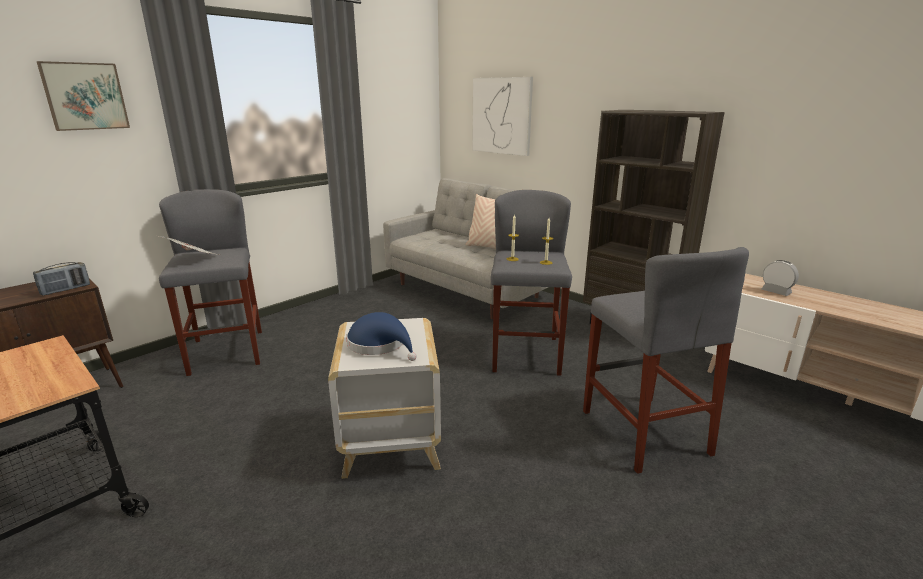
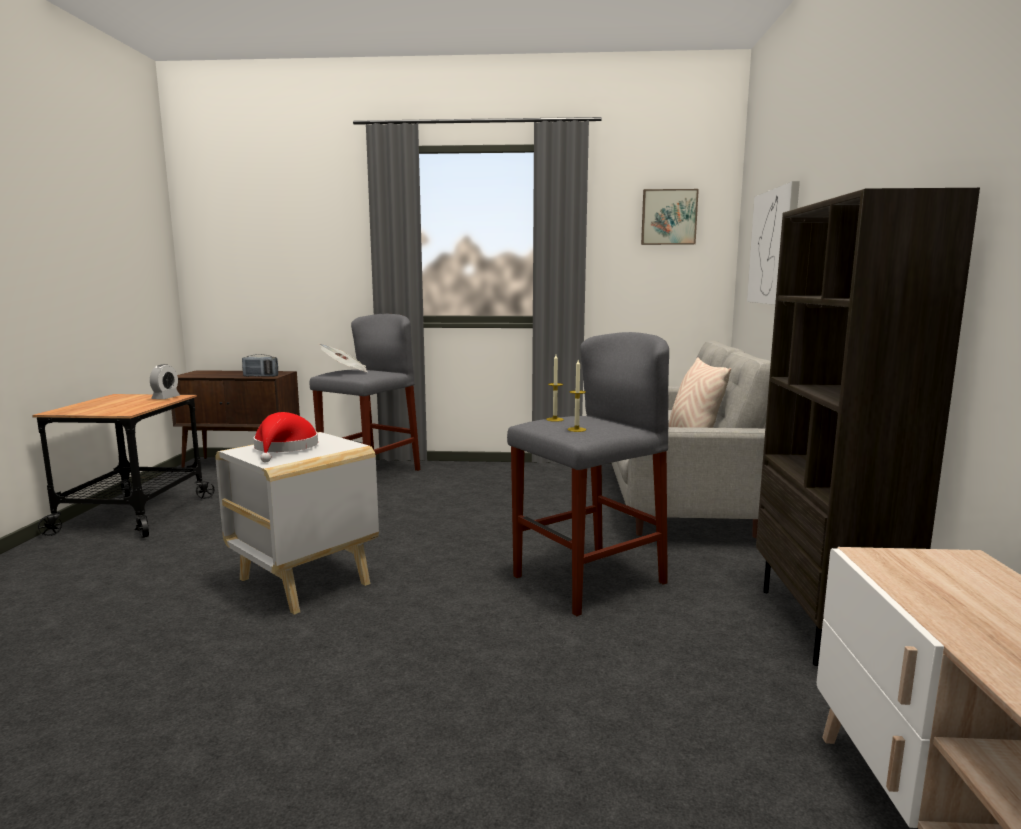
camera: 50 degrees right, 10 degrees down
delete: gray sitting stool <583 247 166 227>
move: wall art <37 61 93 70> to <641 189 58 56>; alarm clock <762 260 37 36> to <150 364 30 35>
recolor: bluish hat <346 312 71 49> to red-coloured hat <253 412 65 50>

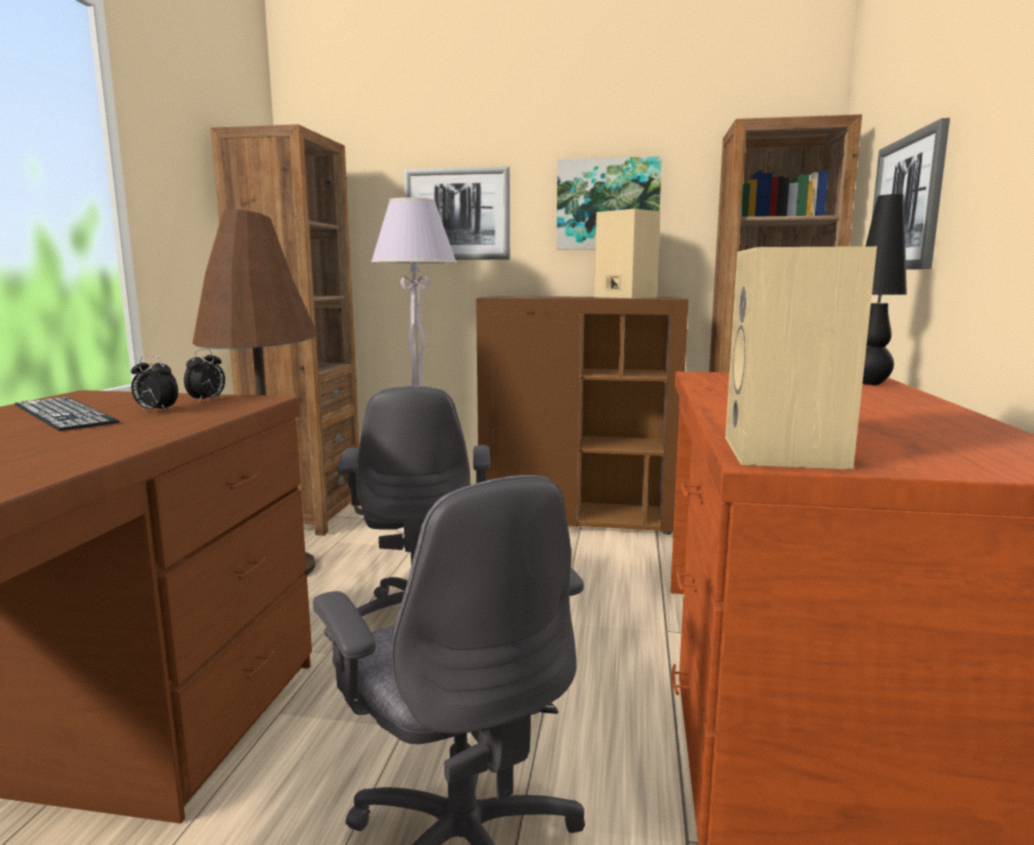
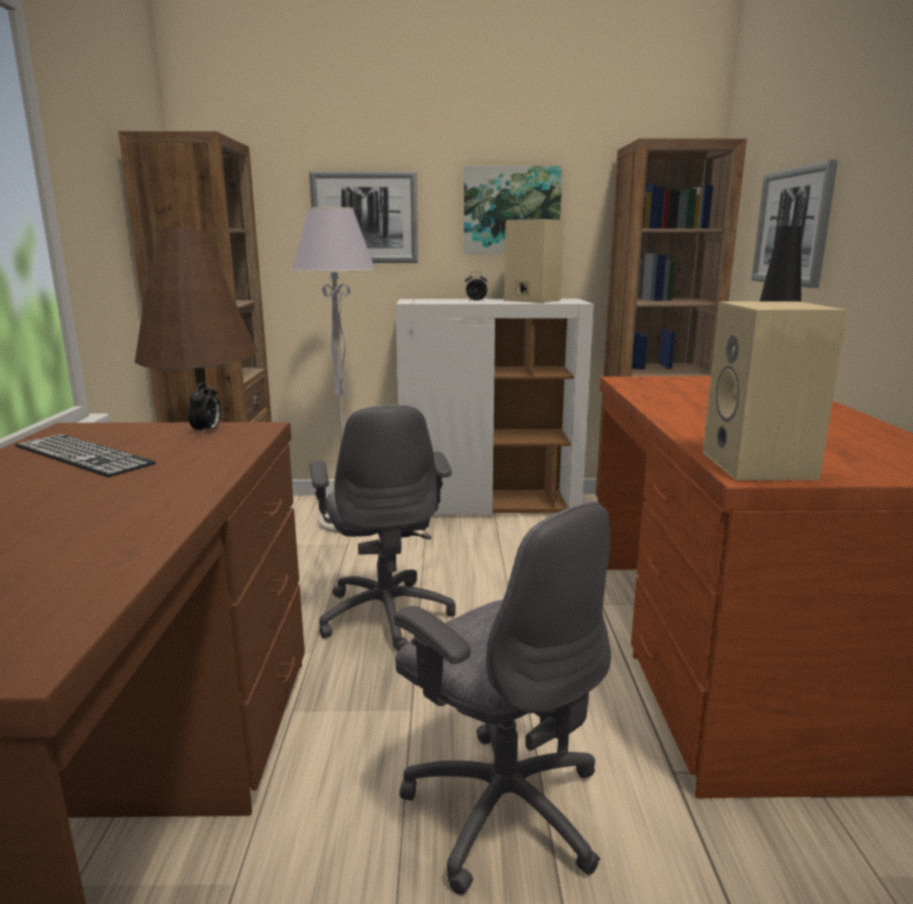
camera: 10 degrees left, 5 degrees up
move: alarm clock <131 355 47 57> to <465 272 22 30>
recolor: brown cabinet <476 296 213 239> to whitish cabinet <395 299 199 215>

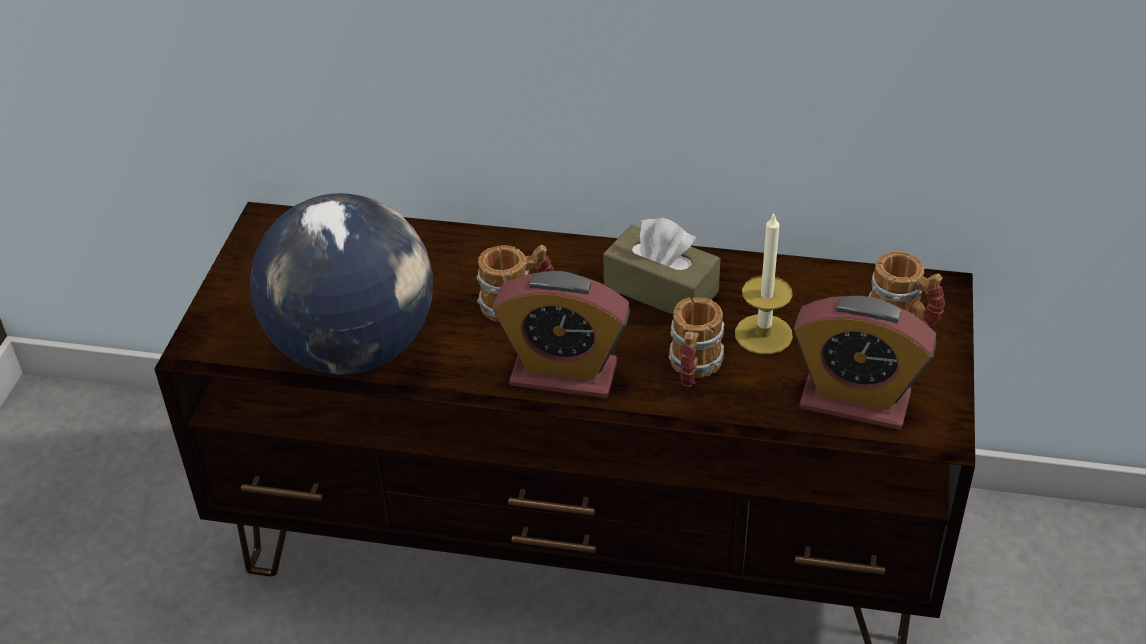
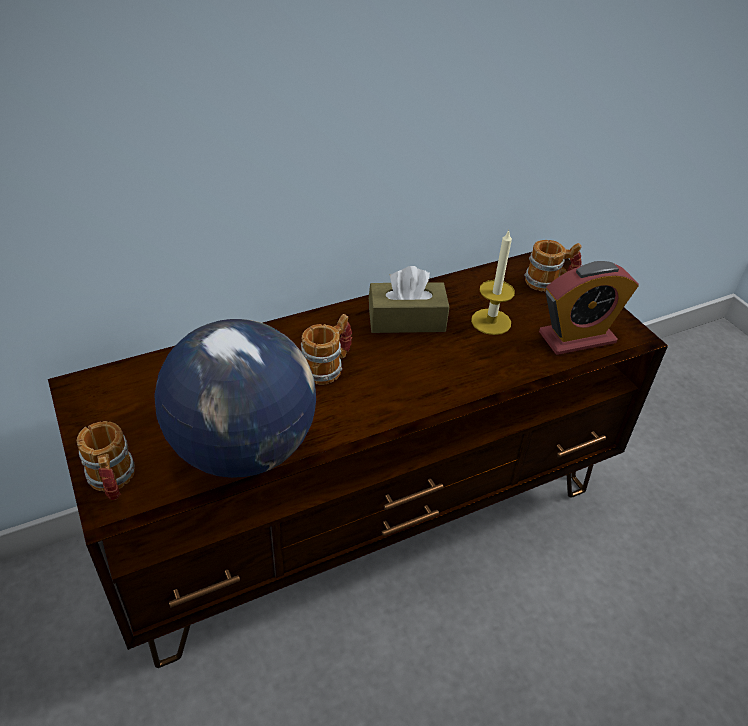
camera: 40 degrees left, 0 degrees up
delete: alarm clock <493 271 137 127>
move: mug <669 297 55 90> to <77 421 58 79>

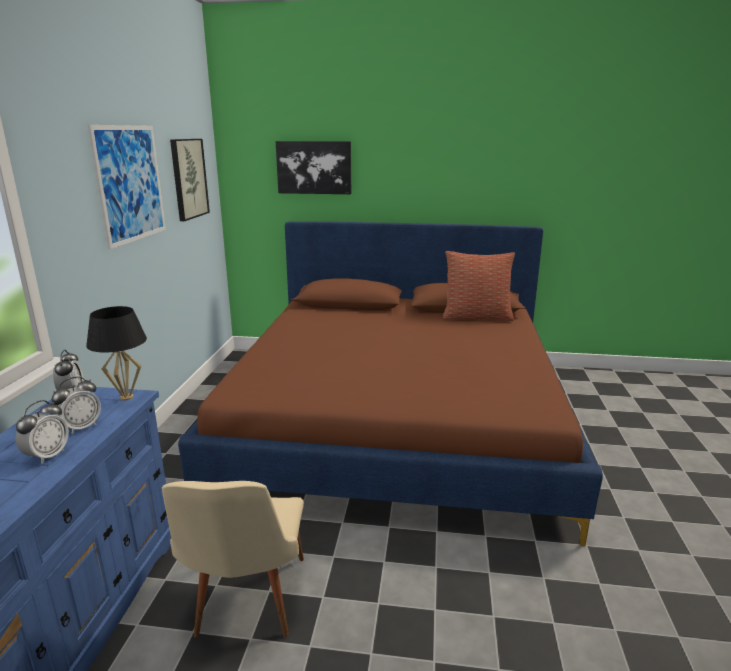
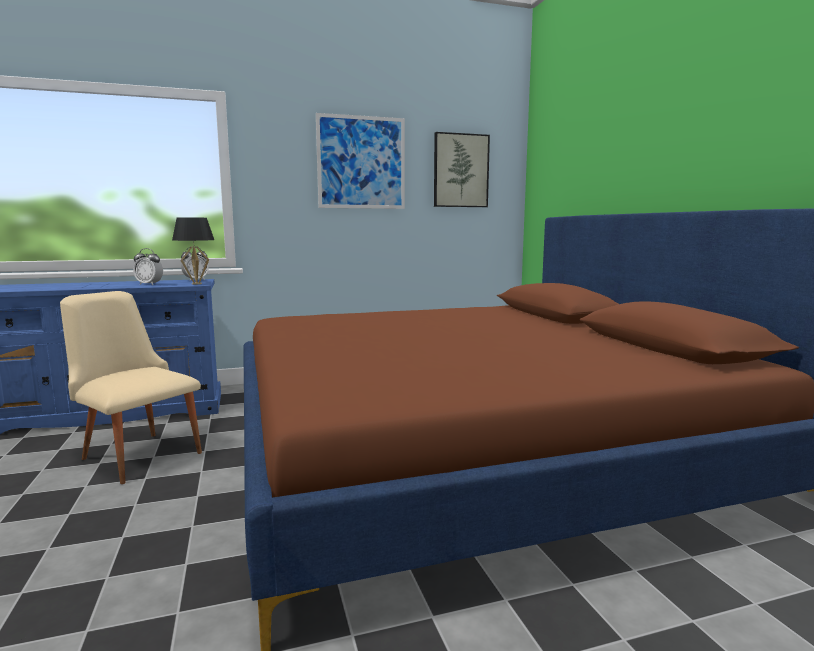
camera: 65 degrees right, 10 degrees down
delete: wall art <276 141 75 53>; throw pillow <443 251 72 70>; alarm clock <16 400 53 64>
rotate: sand-coloured upright chair <162 481 142 157> = <60 291 142 193> 60 degrees clockwise

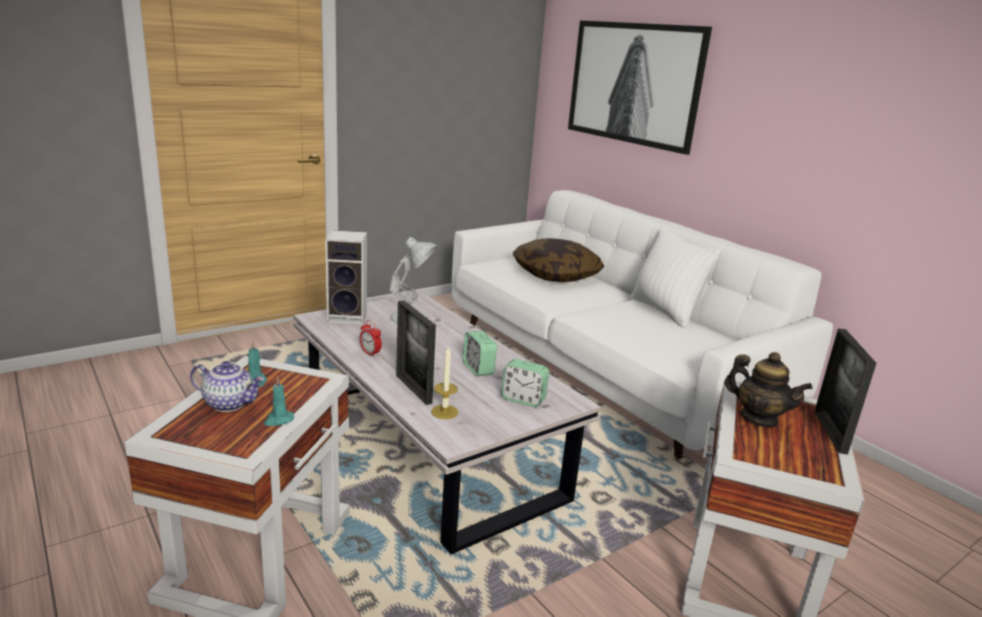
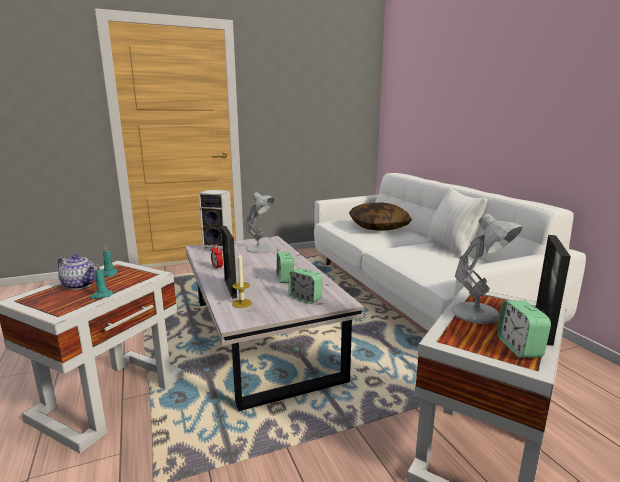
camera: 15 degrees right, 5 degrees down
delete: wall art <568 20 144 135>
insert: alarm clock <497 300 54 58>
replace: tea pot <724 352 89 75> to whitish table lamp <452 214 71 110>

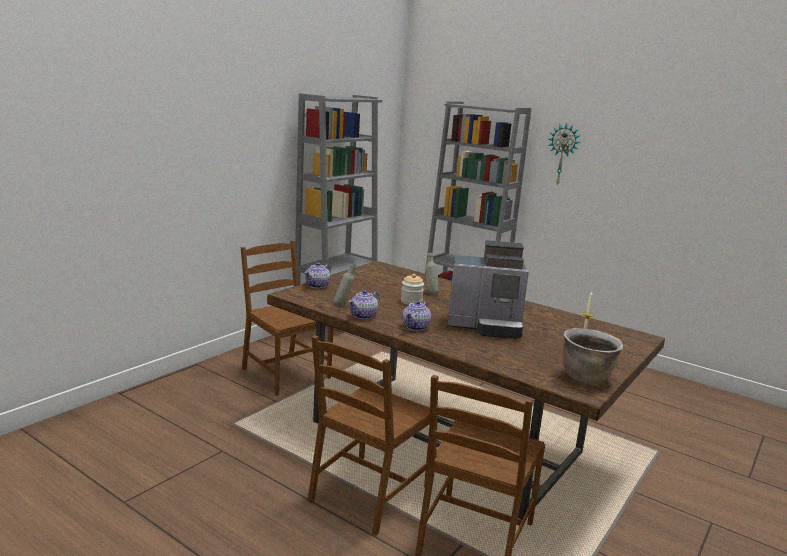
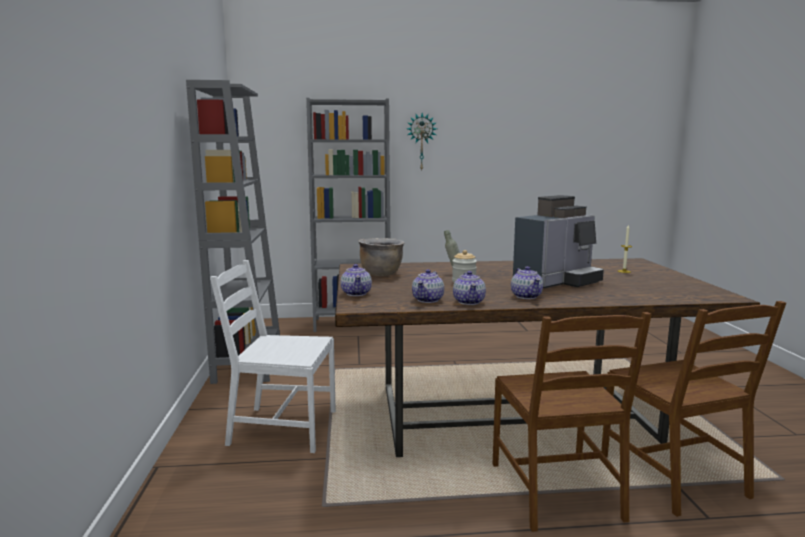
camera: 40 degrees left, 5 degrees down
move: brown cooking pot <563 328 60 55> to <359 238 45 38>
replace: gray drink bottle <333 263 23 43> to tea pot <412 269 32 34>
recolor: brown upright chair <241 240 92 156> to whitish upright chair <210 260 126 193>

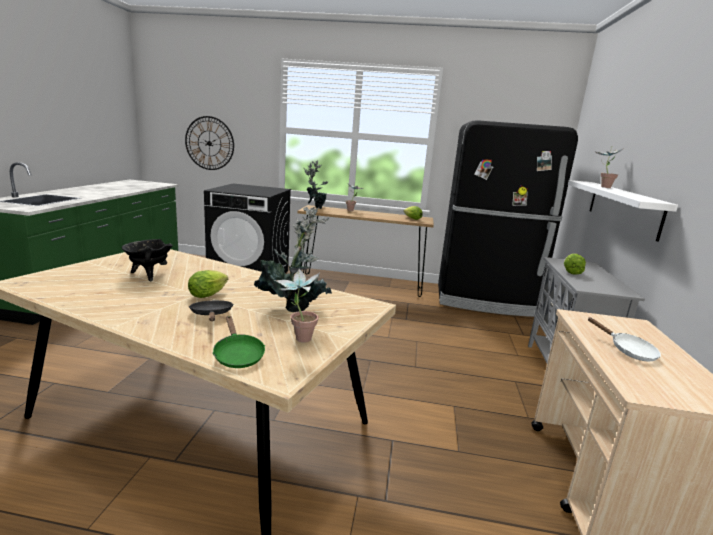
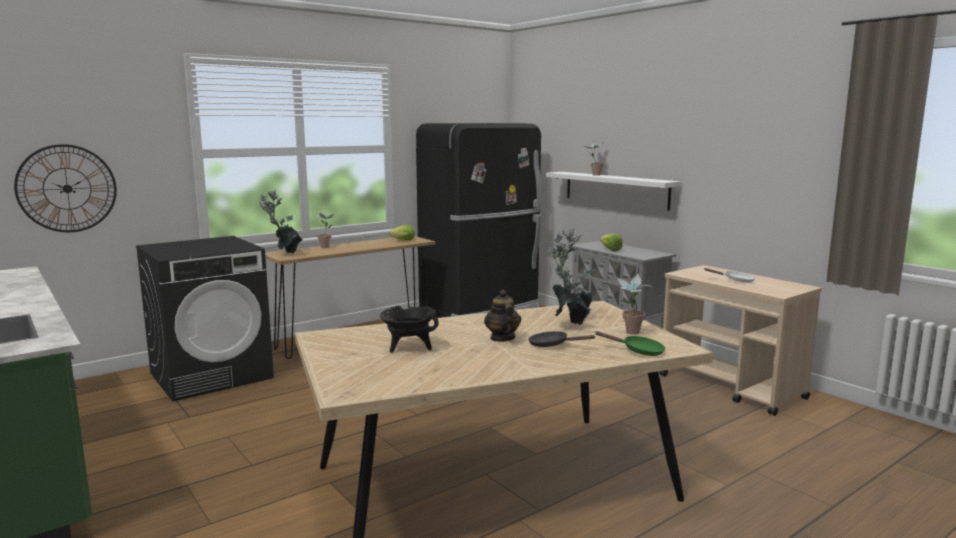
camera: 45 degrees left, 5 degrees down
replace: lettuce head <188 270 40 28> to tea pot <484 290 37 52>

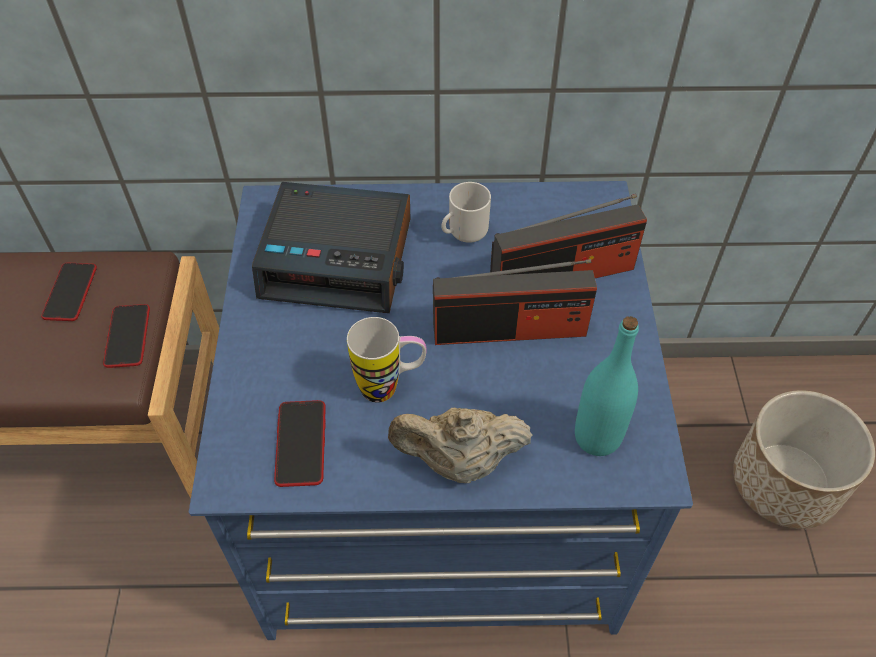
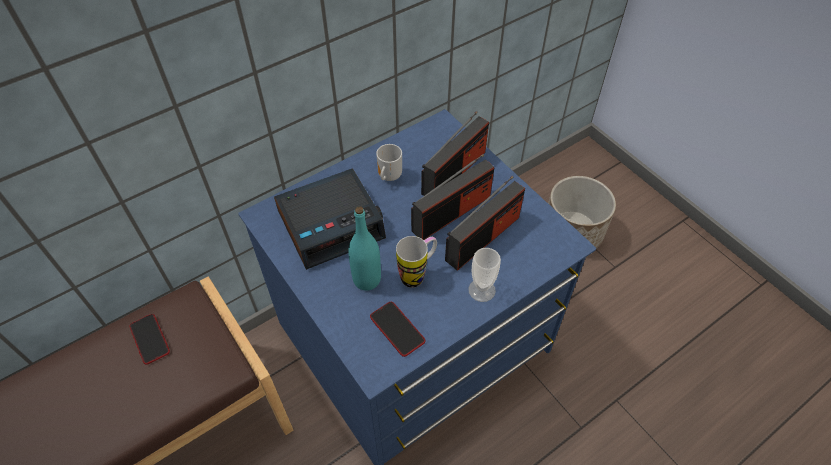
camera: 35 degrees left, 0 degrees up
delete: handset <103 304 47 64>
insert: radio <445 176 80 95>
move: turquoise-coloured drink bottle <575 316 64 140> to <348 206 33 85>
replace: sand-coloured tea pot <388 408 144 75> to drinking cup <468 248 33 54>

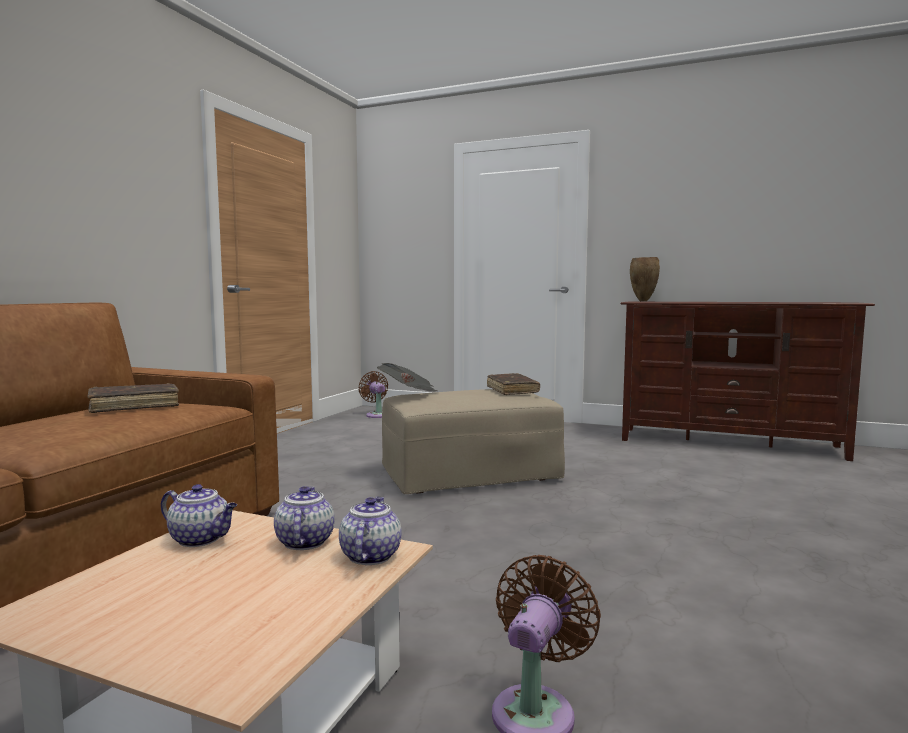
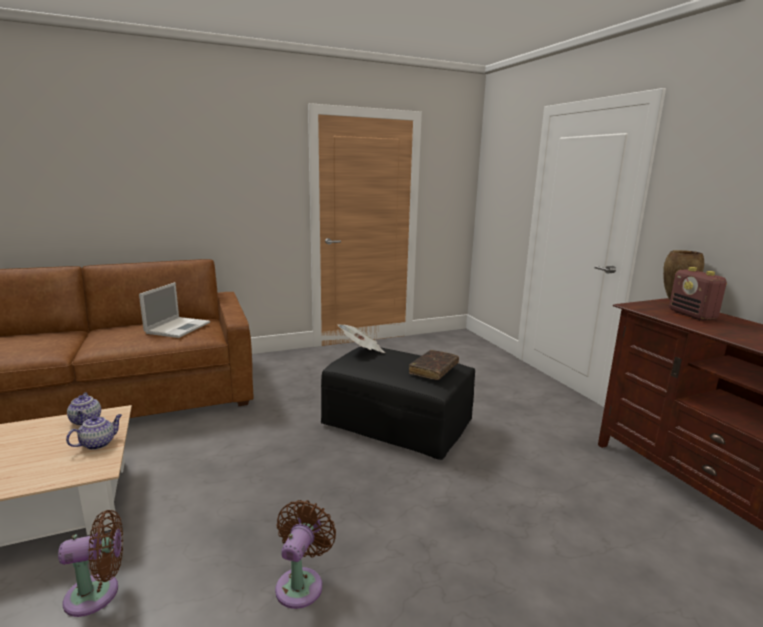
camera: 45 degrees right, 10 degrees up
delete: tea pot <339 497 63 68>
insert: radio <669 267 58 54>
move: brown cooling fan <358 371 30 47> to <275 500 61 109>
replace: brown volume <87 383 92 30> to portable computer <139 282 71 56>
recolor: sand-coloured ottoman <382 389 183 105> to black-coloured ottoman <321 347 154 113>

